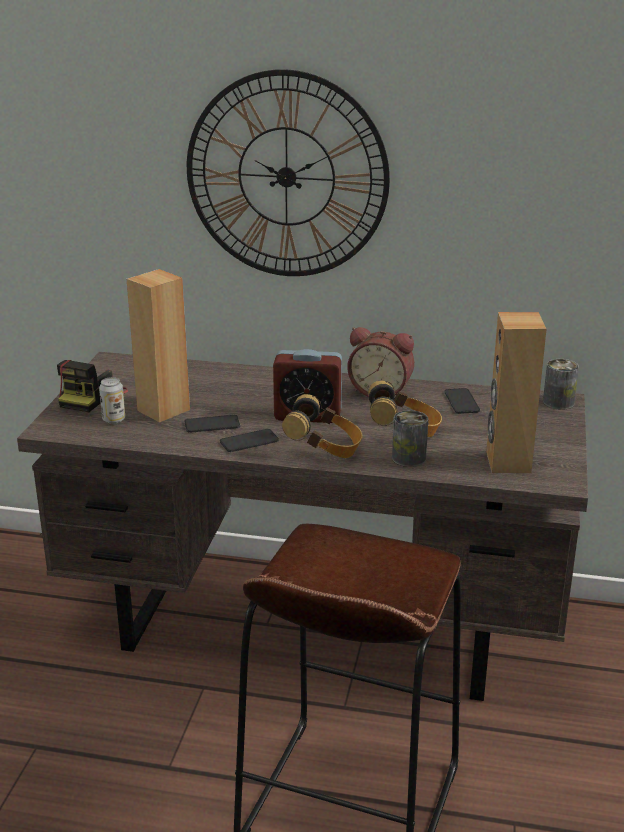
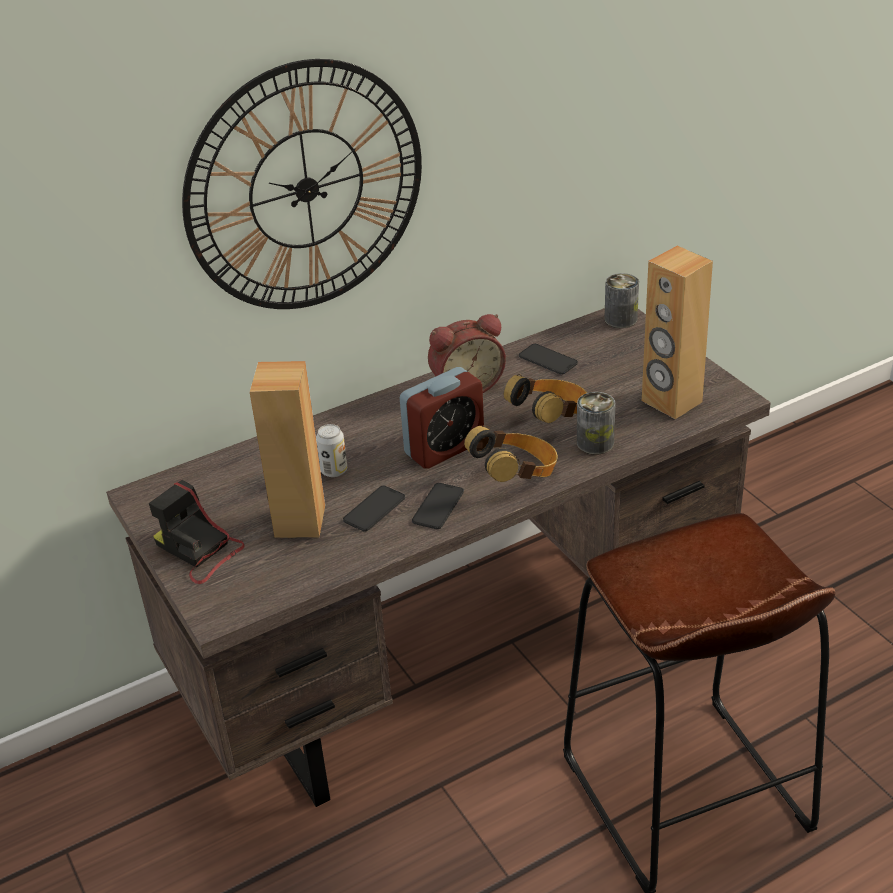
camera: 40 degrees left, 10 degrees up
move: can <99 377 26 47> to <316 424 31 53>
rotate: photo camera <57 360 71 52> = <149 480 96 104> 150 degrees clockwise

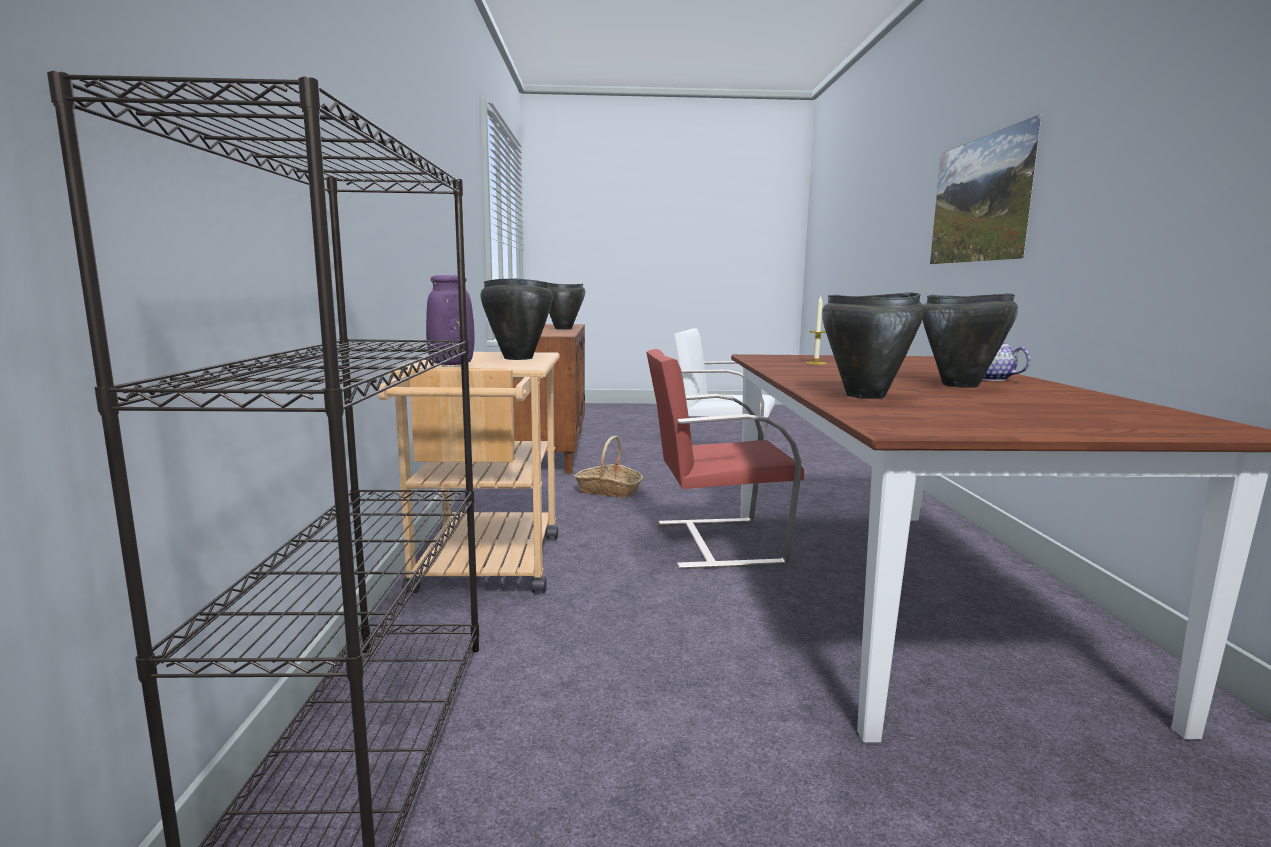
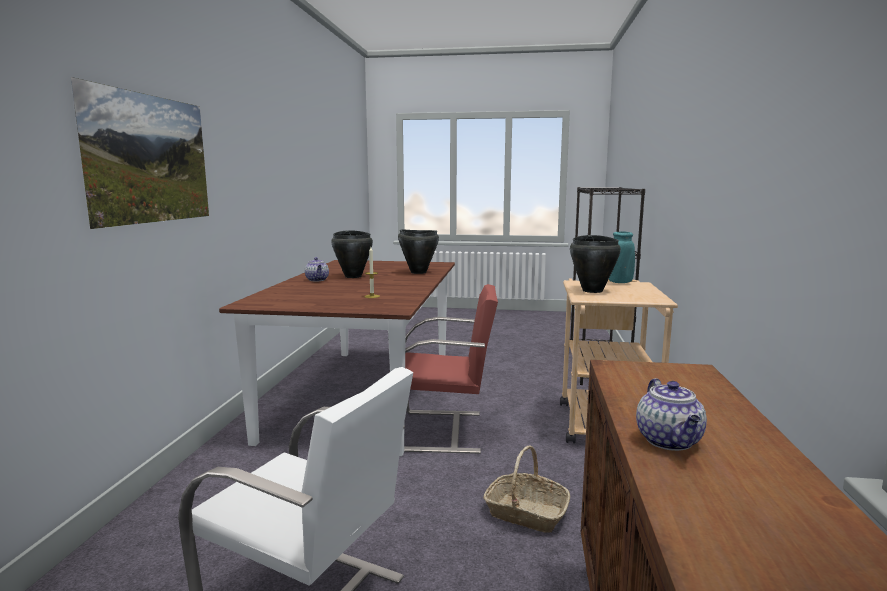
camera: 170 degrees left, 0 degrees up
replace: black-coloured cooking pot <547 282 38 48> to tea pot <636 378 71 73>
recolor: purple-coloured flower vase <426 275 49 90> to turquoise-coloured flower vase <609 231 26 52>

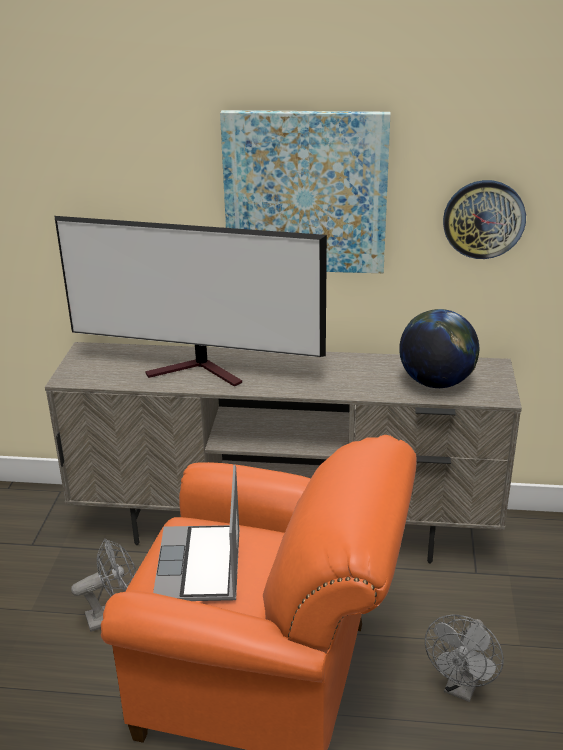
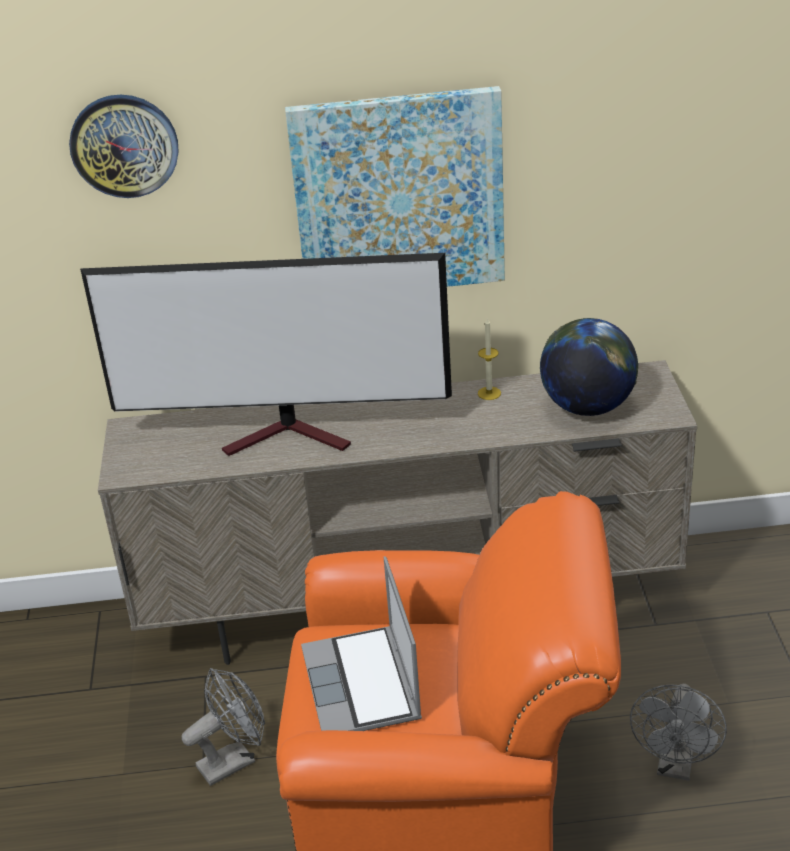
camera: 10 degrees left, 5 degrees up
insert: wax candle <478 317 23 83>
move: wall clock <443 180 83 79> to <69 95 109 103>

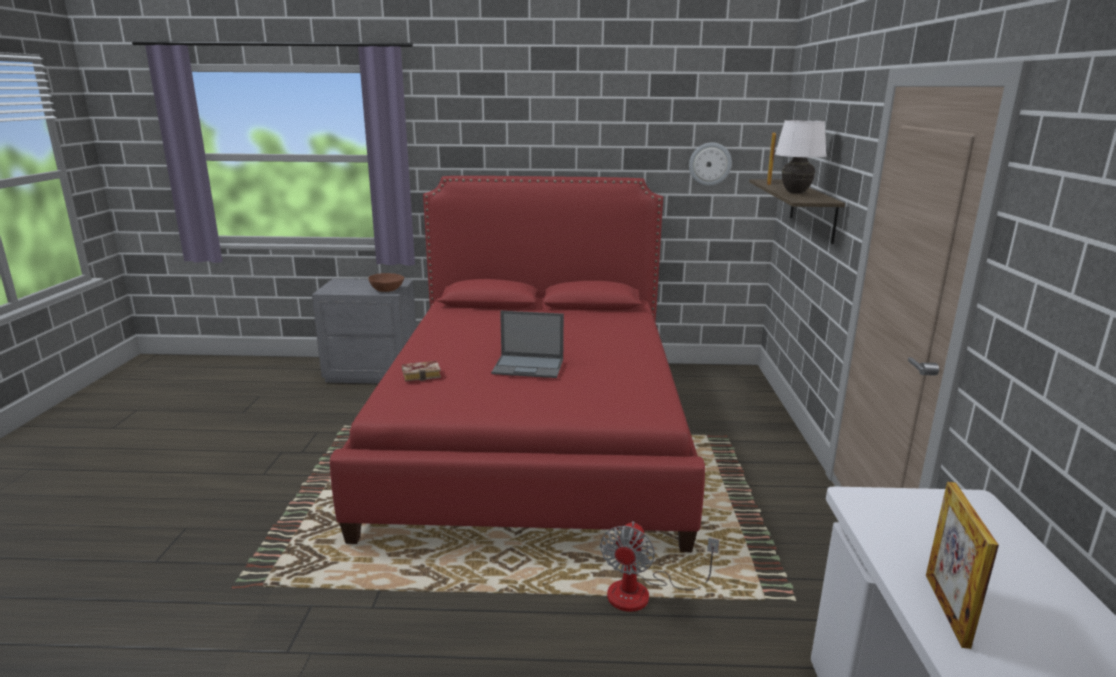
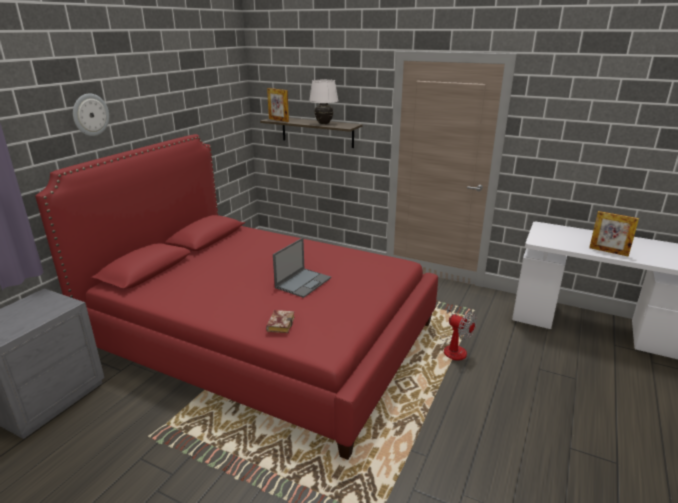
camera: 65 degrees left, 5 degrees up
delete: brown deep dish <368 273 36 19>
move: wall clock <689 142 43 44> to <73 94 36 42>

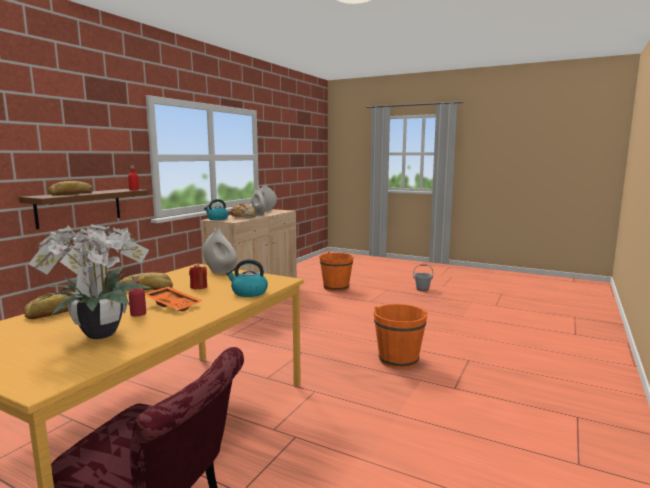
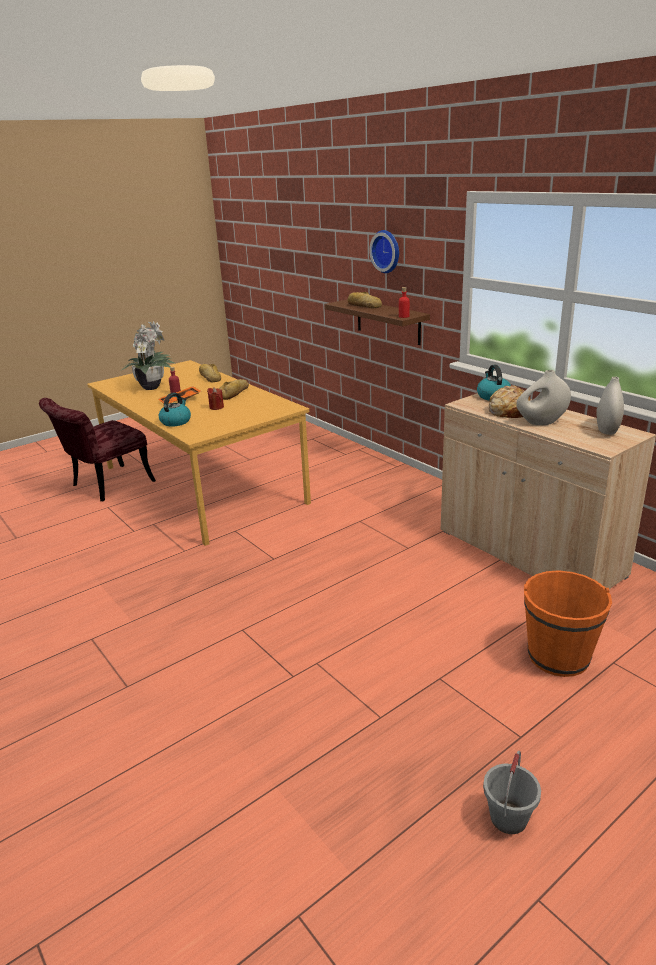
camera: 115 degrees right, 15 degrees up
delete: whitish flower vase <203 229 34 45>; orange bucket <374 304 53 65>
insert: wall clock <369 230 30 43>

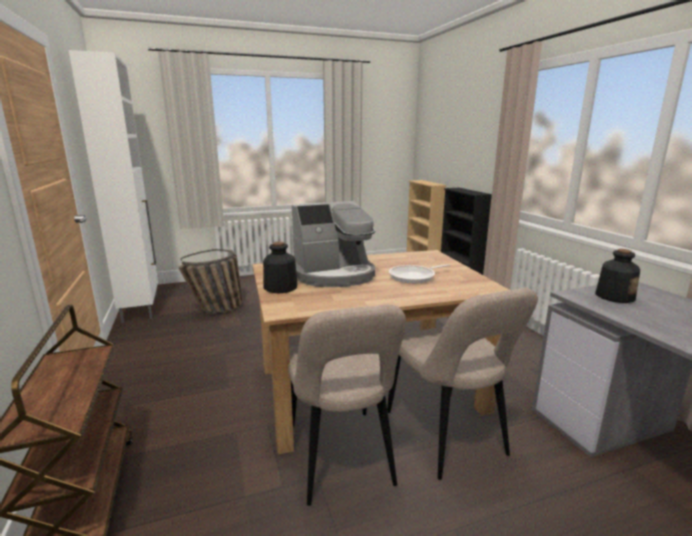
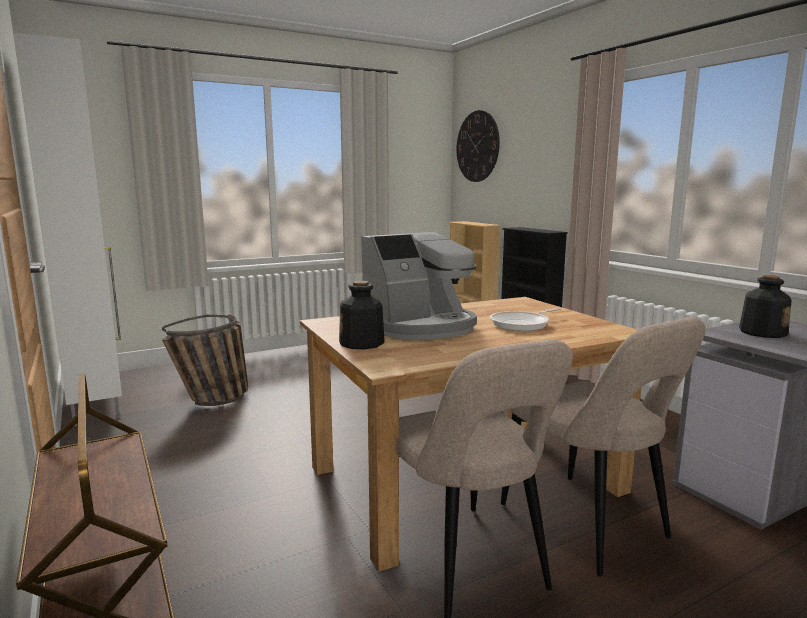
camera: 10 degrees left, 5 degrees down
insert: wall clock <457 110 43 72>

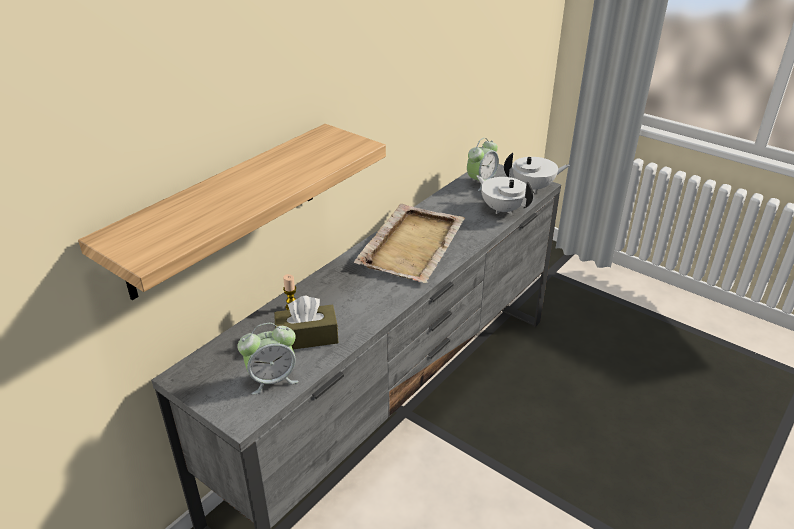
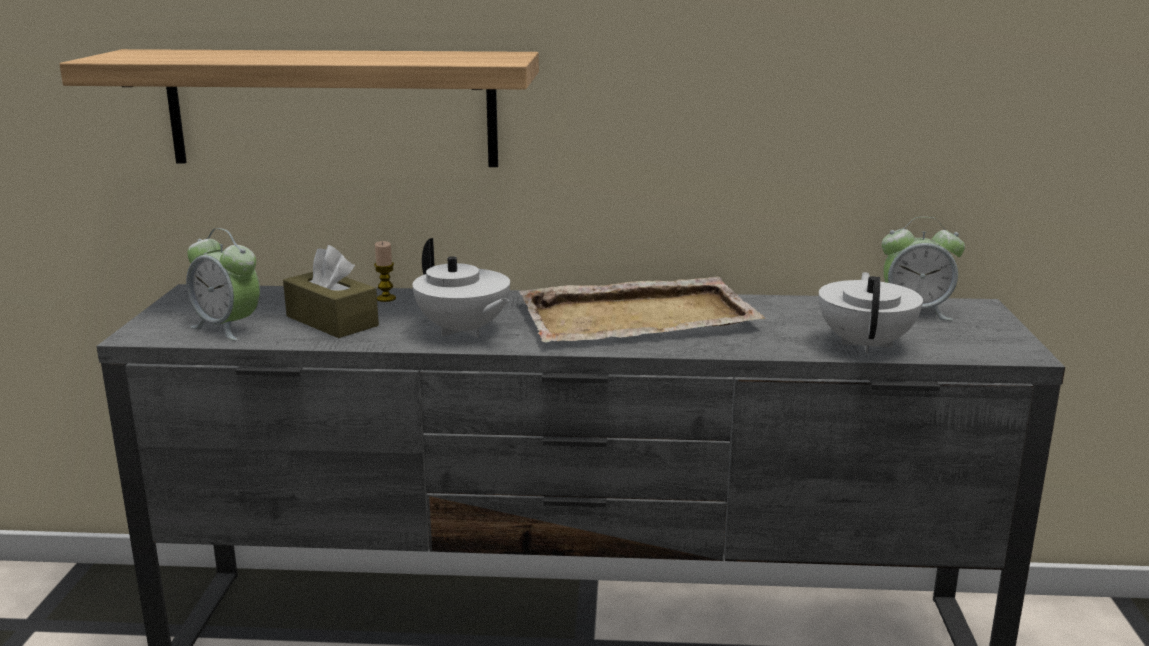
camera: 55 degrees right, 15 degrees down
move: whitish tea pot <504 153 66 41> to <412 238 98 100>

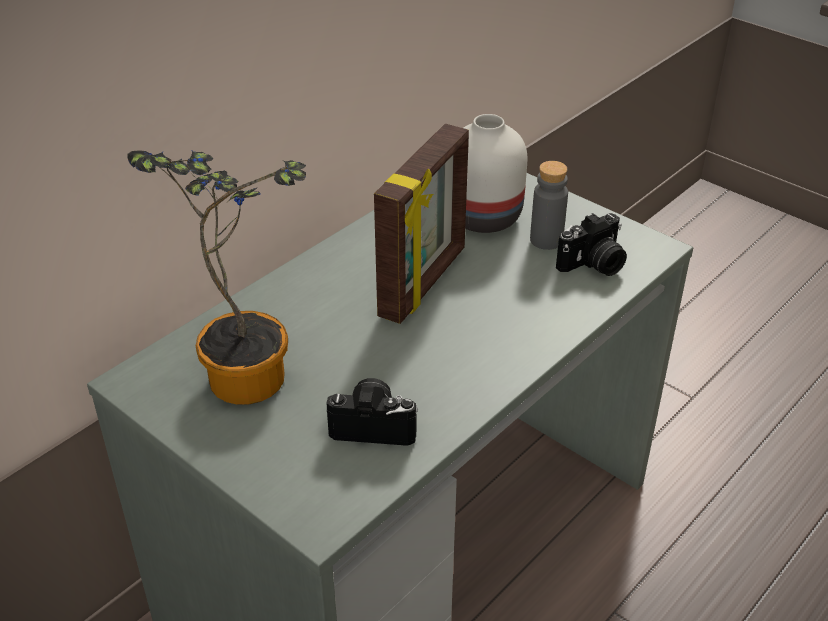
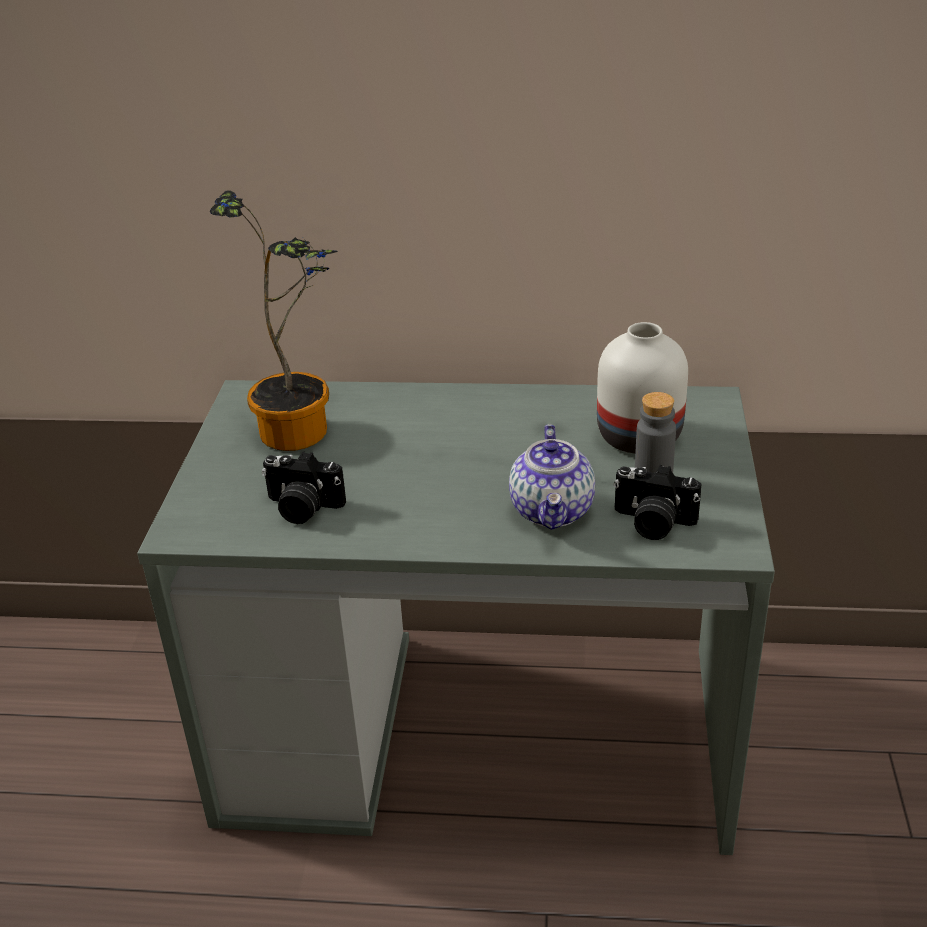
camera: 55 degrees right, 5 degrees down
delete: standing frame <374 124 95 200>
insert: tea pot <509 424 86 106>
rotate: photo camera <326 378 92 68> = <262 451 84 73> 135 degrees clockwise

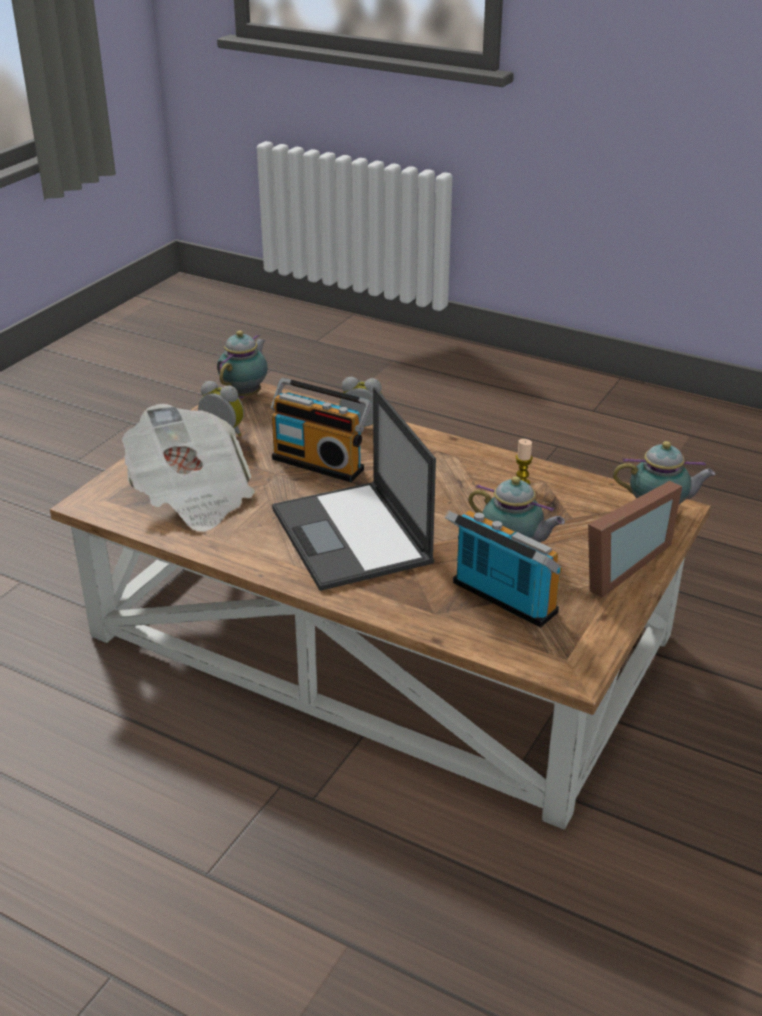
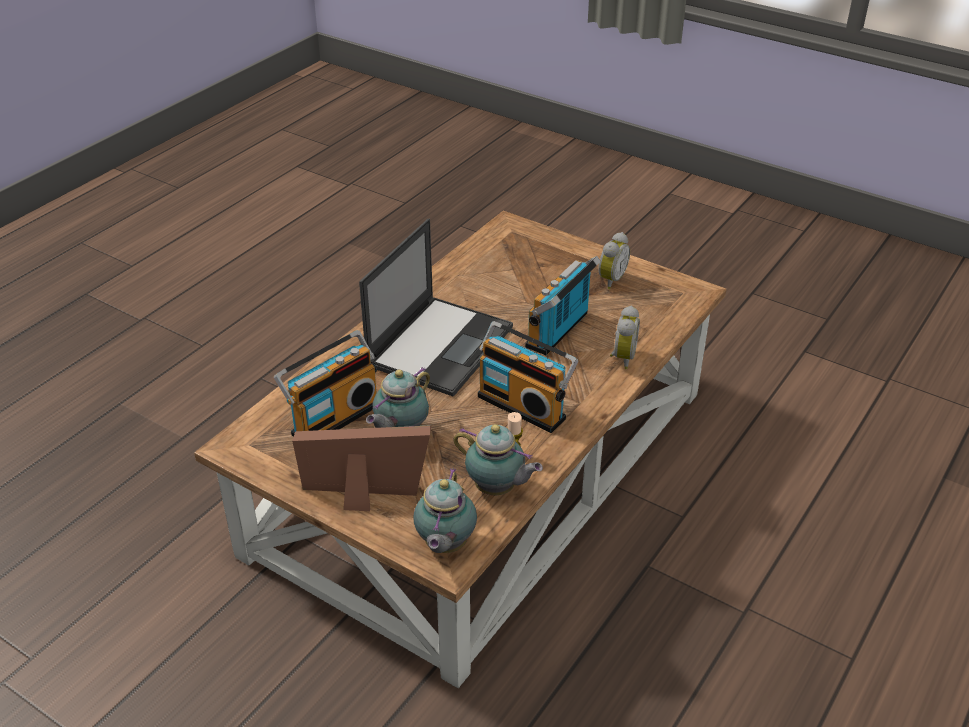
camera: 95 degrees right, 5 degrees up
delete: newspaper <122 403 133 129>
insert: radio <478 321 101 112>
move: tea pot <217 330 51 68> to <453 424 90 71>
rotate: portable computer <272 387 164 204> = <359 219 154 178> 135 degrees clockwise; standing frame <588 481 94 117> = <292 425 140 86> 135 degrees clockwise

